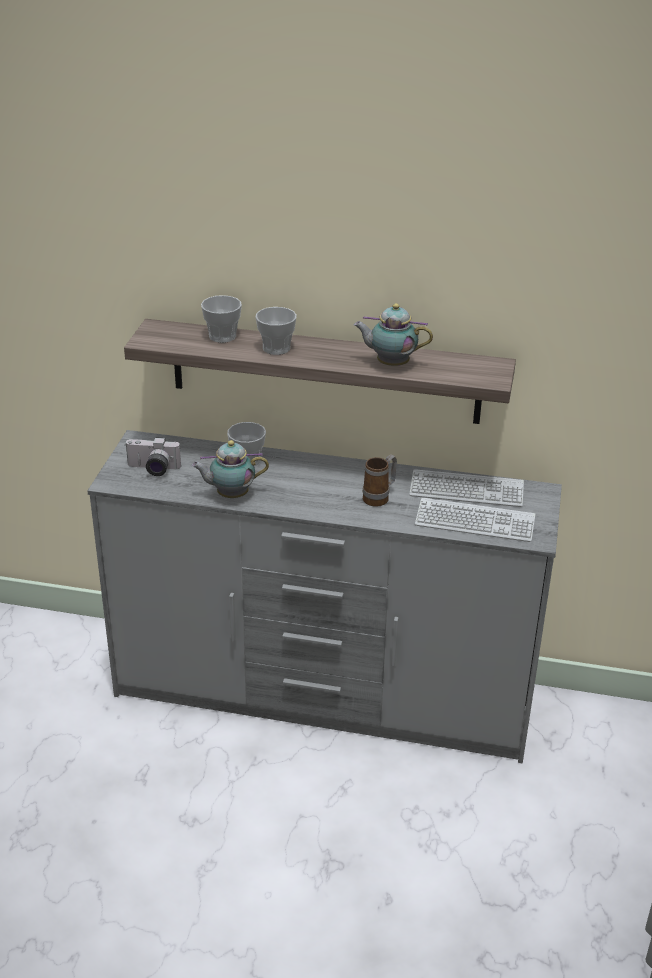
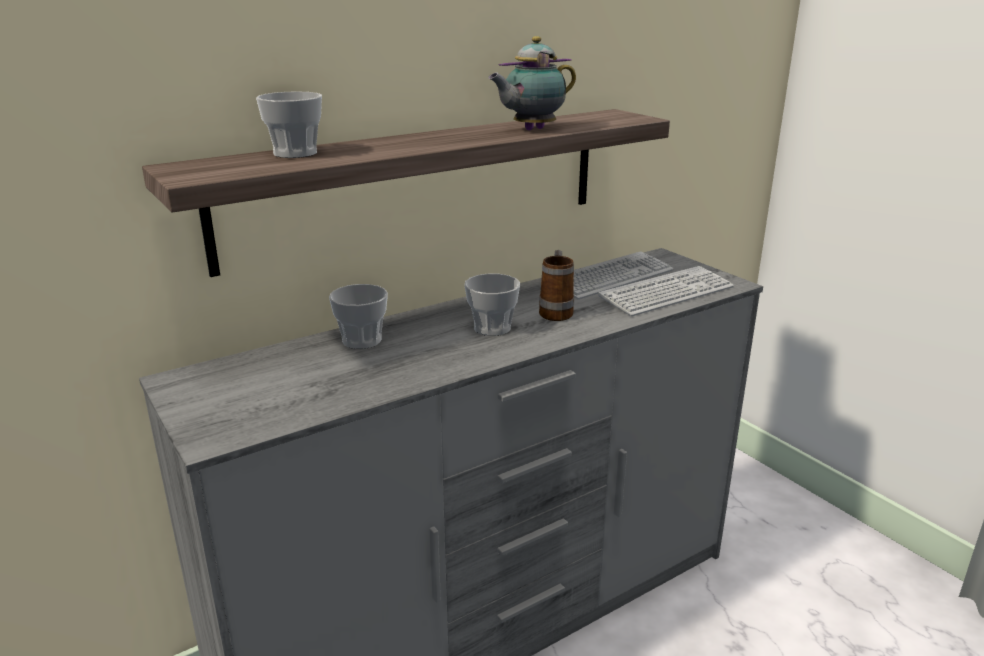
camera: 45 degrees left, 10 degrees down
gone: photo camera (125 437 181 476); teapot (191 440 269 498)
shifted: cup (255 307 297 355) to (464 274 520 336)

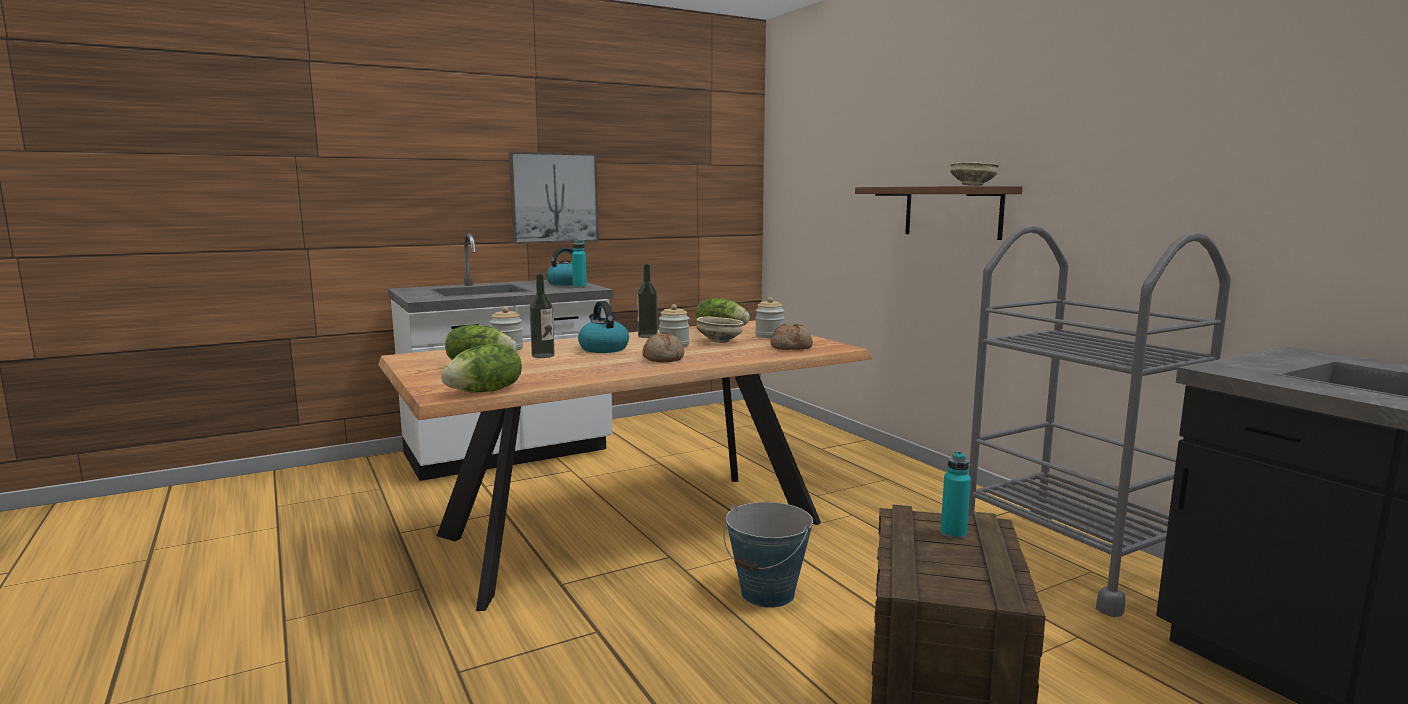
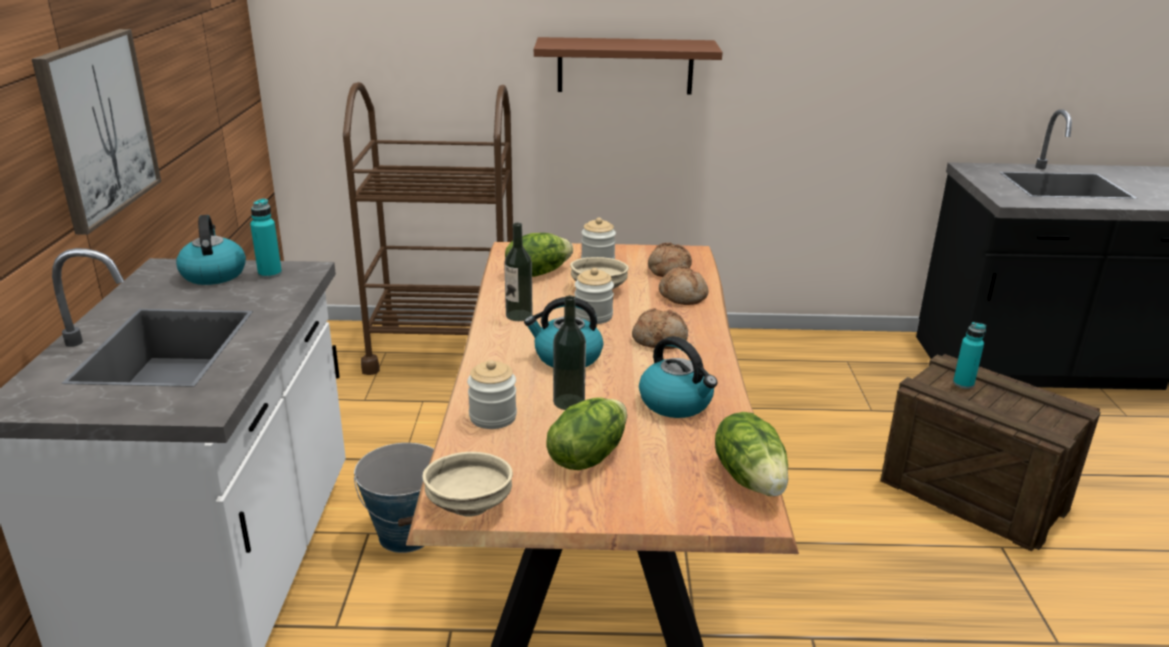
camera: 60 degrees left, 15 degrees up
gone: cart (grey) (968 225 1231 617)
new: cart (brown) (343 82 513 375); kettle (639 336 718 418); bread (659 266 708 305)
shifted: bucket (724 502 813 608) to (354 443 434 553); bowl (beige) (950 162 999 186) to (422 452 513 517)

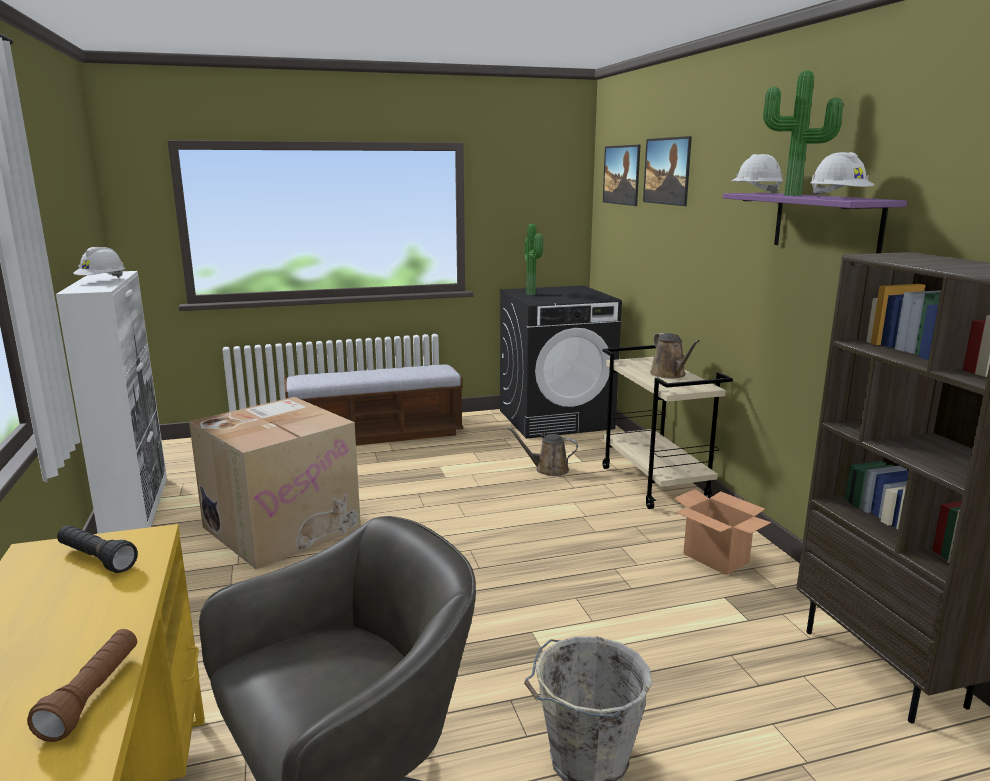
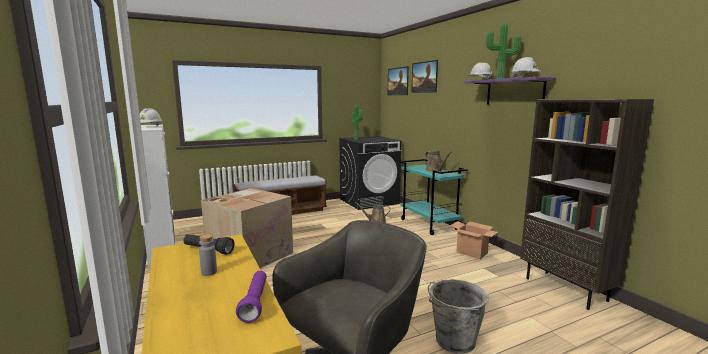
camera: 10 degrees left, 5 degrees down
new: bottle (grey) (199 234 217 276)
repainted: flashlight (brown) (27 629 137 742) to flashlight (purple) (236 271 267 323); cart (beige) (602 345 733 509) to cart (turquoise) (400 159 468 235)

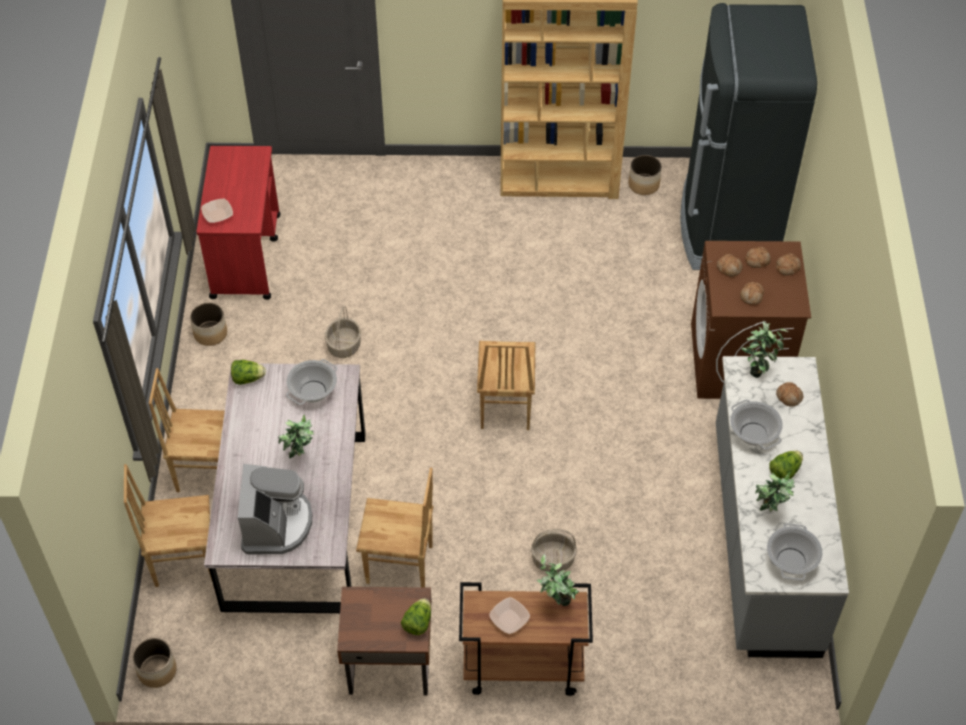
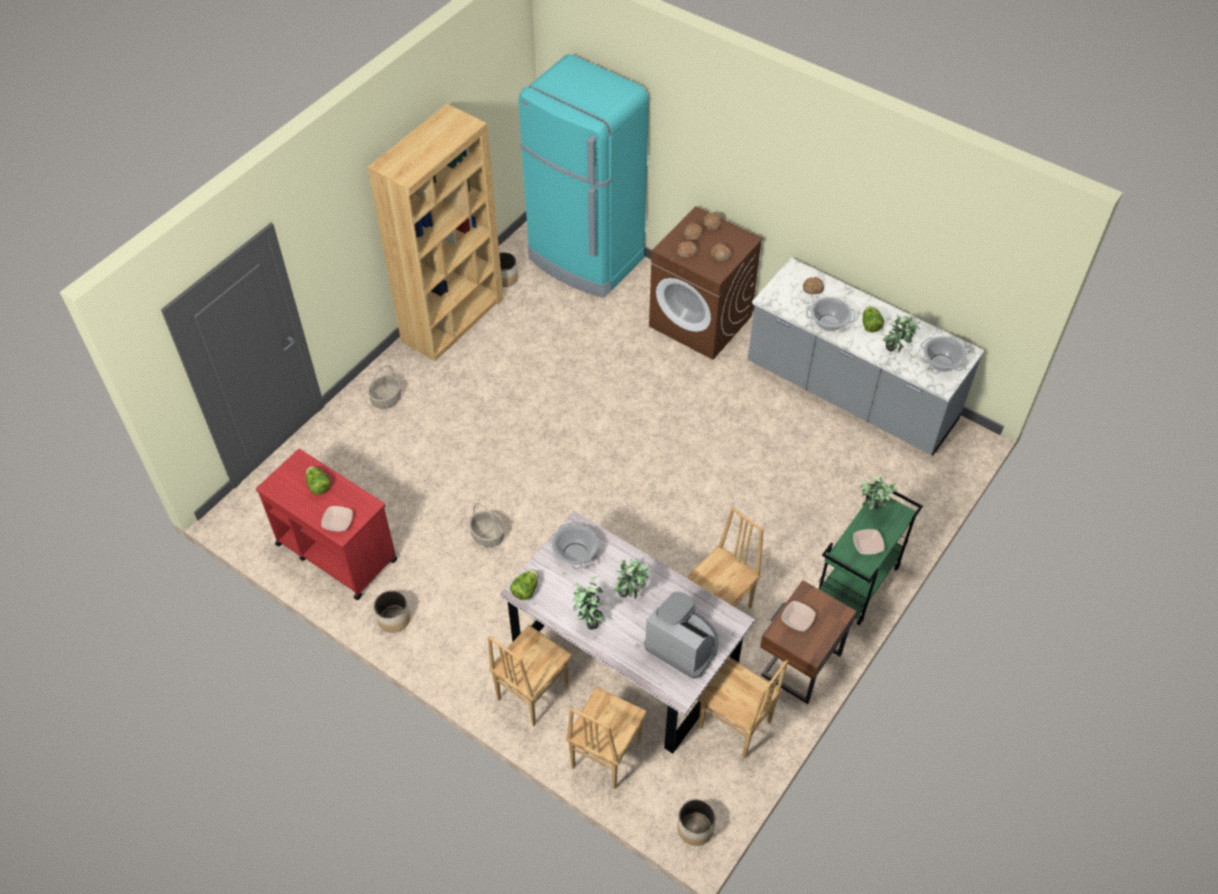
camera: 55 degrees left, 0 degrees up
new: bowl (781 601 815 631)
shifted: lettuce (401 598 431 635) to (306 466 331 495); chair (brown) (477 341 535 430) to (697 657 788 758); basket (531 529 577 573) to (368 365 401 409); potted plant (741 321 789 378) to (571 576 606 630)
repainted: cart (brown) (459 582 593 696) to cart (green) (819 481 923 625); fridge (black) (680 3 817 270) to fridge (turquoise) (519 54 649 298)

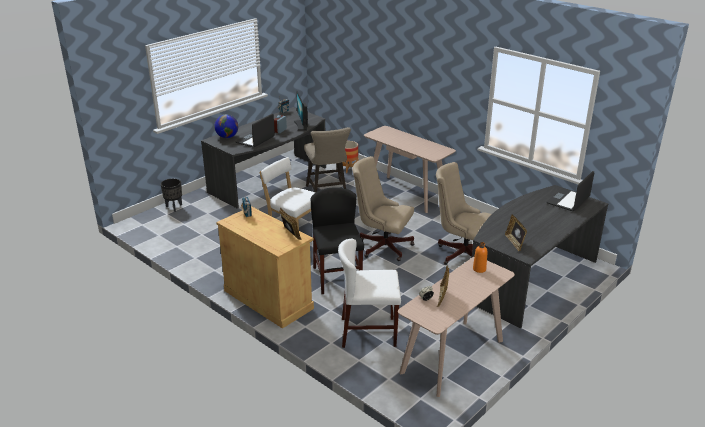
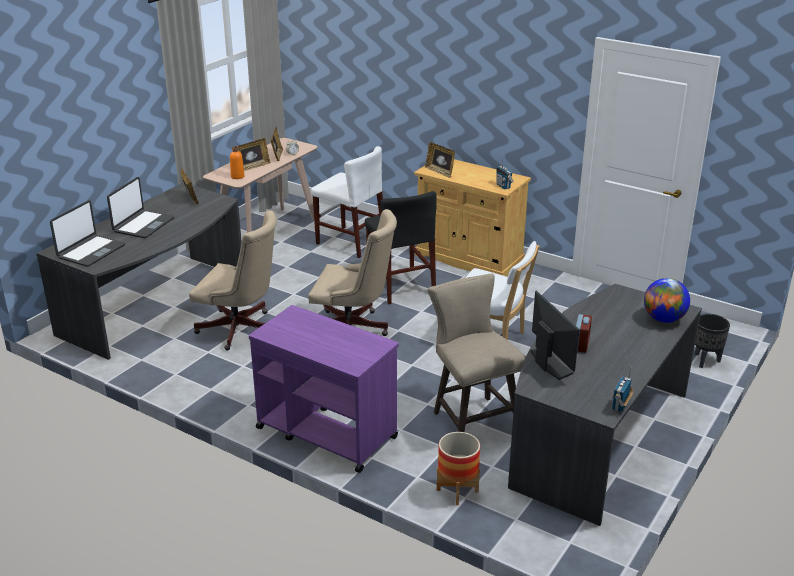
camera: 170 degrees right, 0 degrees up
new: picture frame (237 138 271 171)
shifted: laptop (235 114 275 148) to (107 177 174 238)
swapped: console table (beige) (364 126 456 213) to cart (purple) (249 305 399 473)
rotated: chair (white) (338 239 401 348) = (311 146 383 258) 45 degrees clockwise

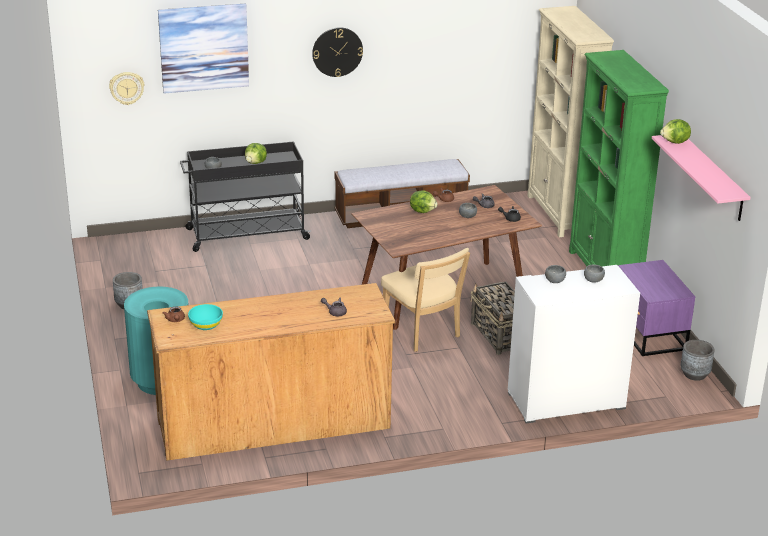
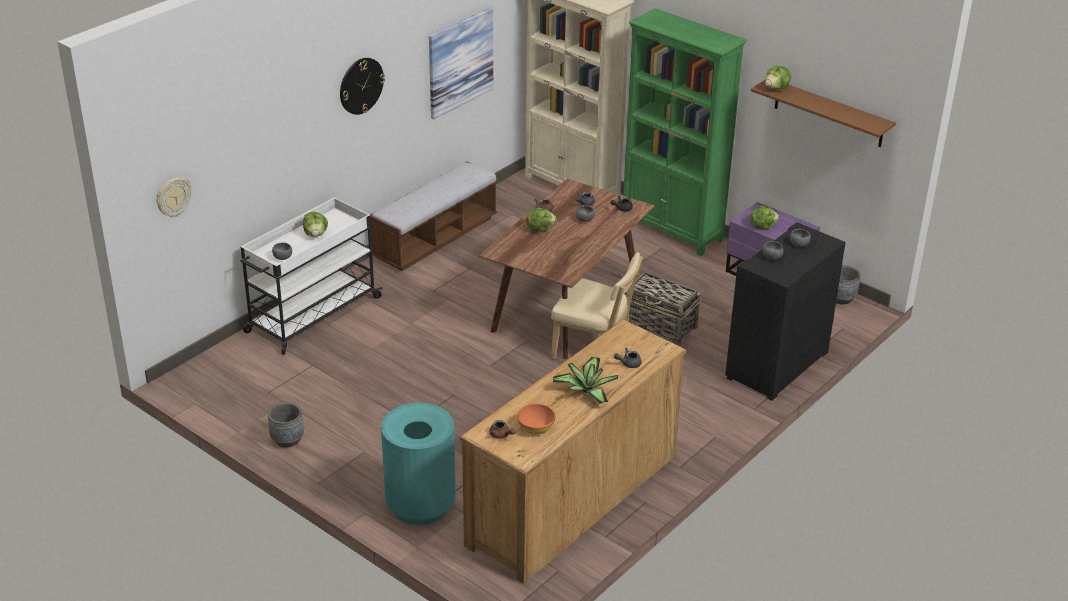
camera: 35 degrees left, 5 degrees up
new: potted plant (553 357 618 404); lettuce (750 206 779 229)
shifted: picture (158 4 249 94) to (429 8 493 119)
repainted: cart (black) (180 141 311 252) to cart (white) (240 197 383 355); bowl (turquoise) (188 304 223 330) to bowl (orange) (517 403 555 434); cabinet (white) (508 265 640 424) to cabinet (black) (725 222 846 401); shelf (pink) (652 135 751 221) to shelf (brown) (751 80 896 147)

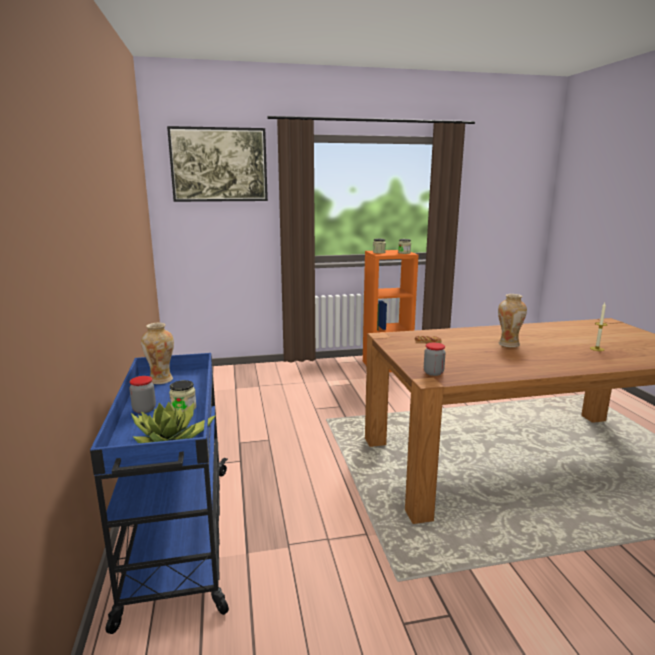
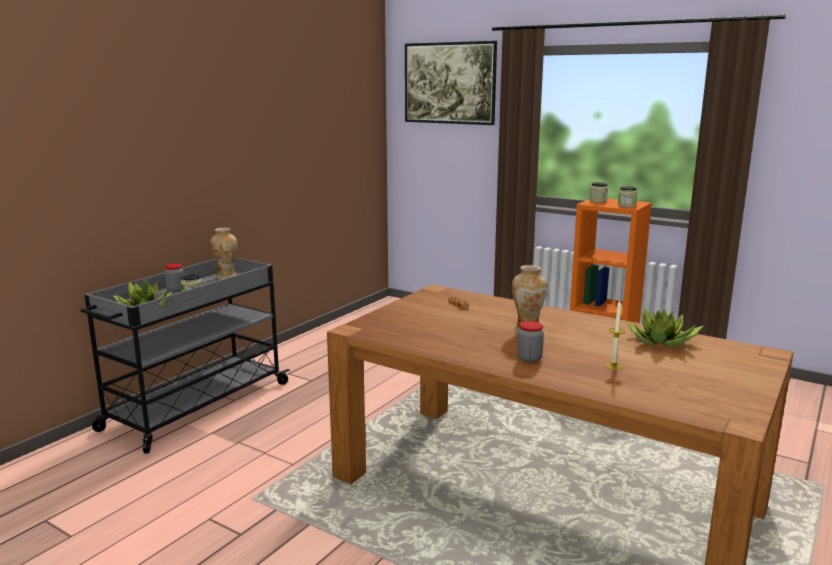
camera: 45 degrees right, 0 degrees up
new: potted plant (626 308 704 347)
shifted: jar (424 343 446 376) to (517 321 544 362)
repainted: cart (blue) (90 353 229 634) to cart (grey) (81 258 290 453)

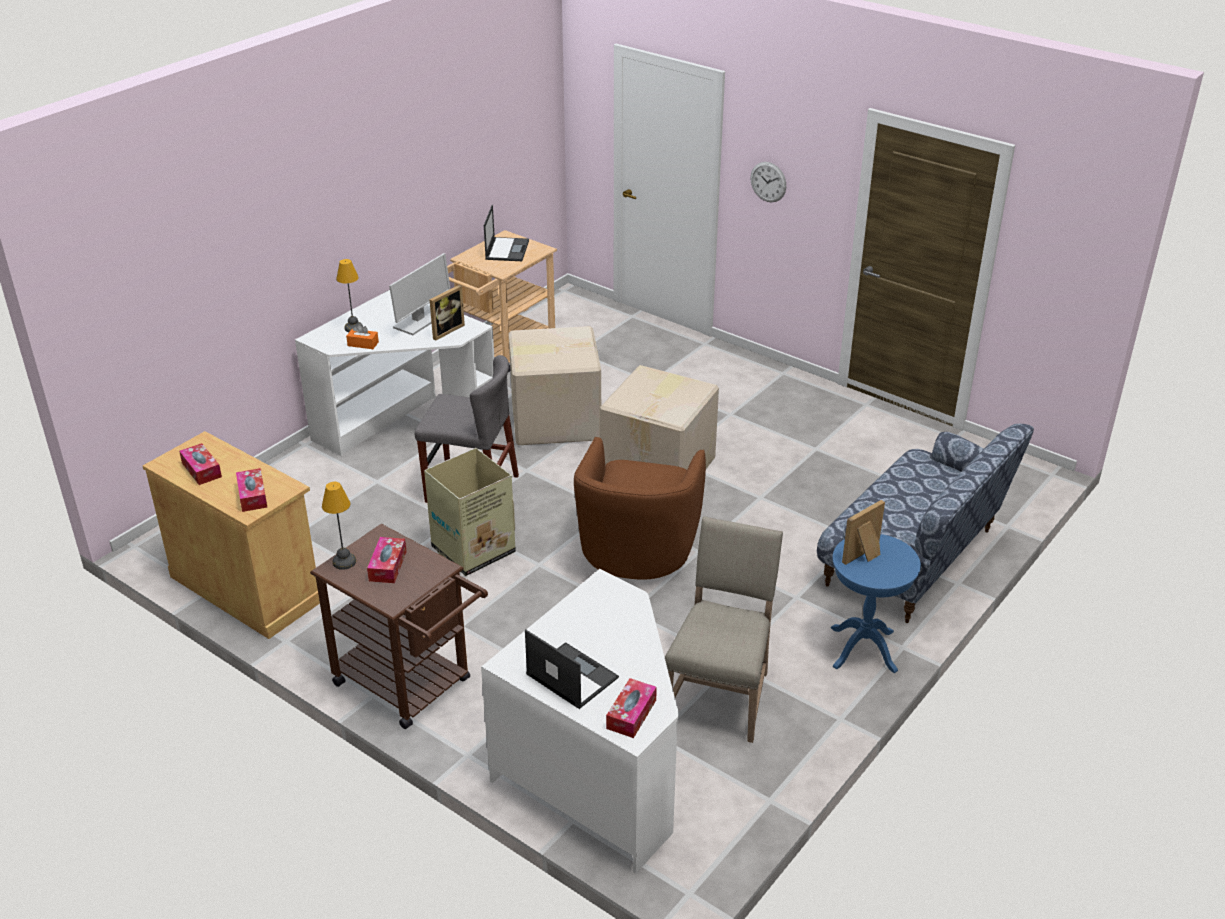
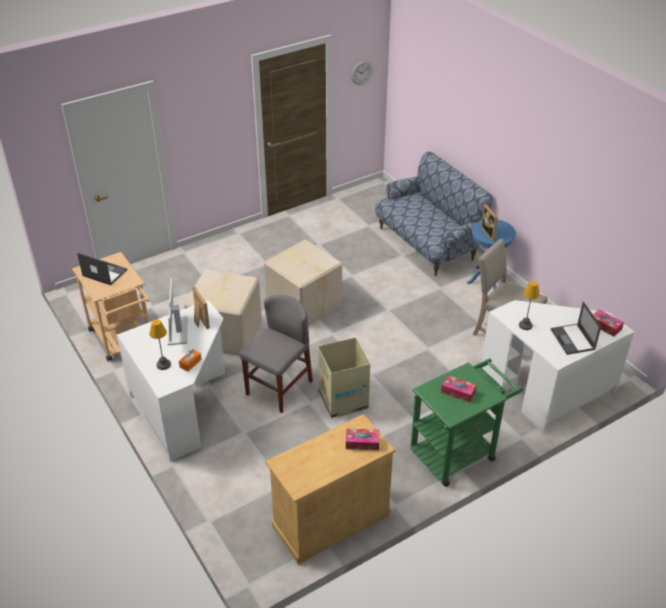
camera: 70 degrees left, 5 degrees up
gone: tissue box (179 443 222 485); armchair (brown) (574 437 706 580)
shifted: table lamp (322 482 356 570) to (519 281 540 330); wall clock (750 162 786 202) to (351 61 372 85)
repainted: cart (brown) (310 524 488 729) to cart (green) (410 358 523 487)
rotated: monitor (389 253 450 335) = (167 278 188 345) 150 degrees counterclockwise; laptop (525 629 619 709) = (551 302 601 355) 75 degrees counterclockwise

